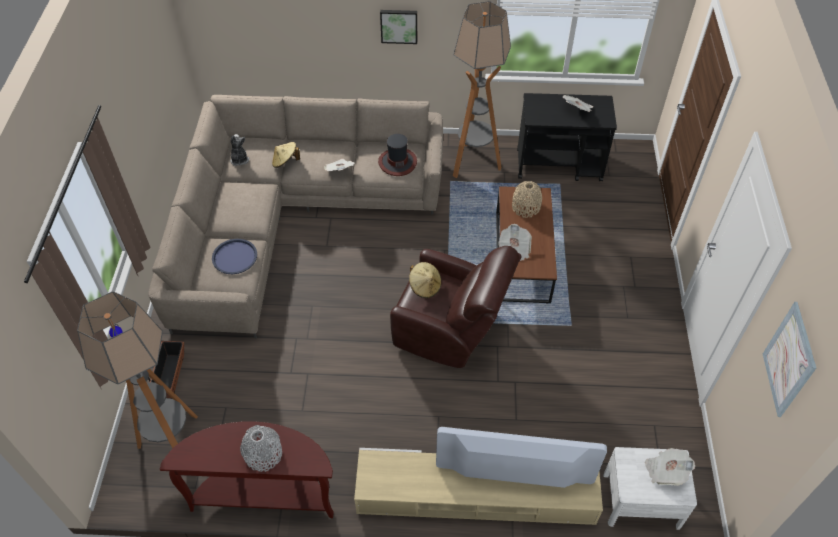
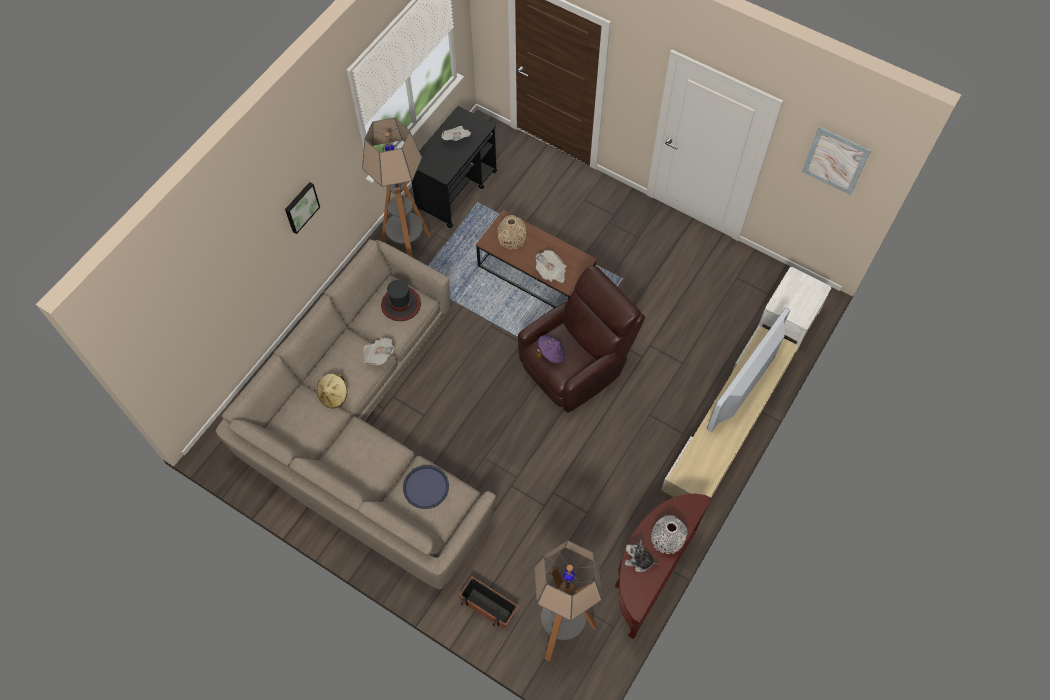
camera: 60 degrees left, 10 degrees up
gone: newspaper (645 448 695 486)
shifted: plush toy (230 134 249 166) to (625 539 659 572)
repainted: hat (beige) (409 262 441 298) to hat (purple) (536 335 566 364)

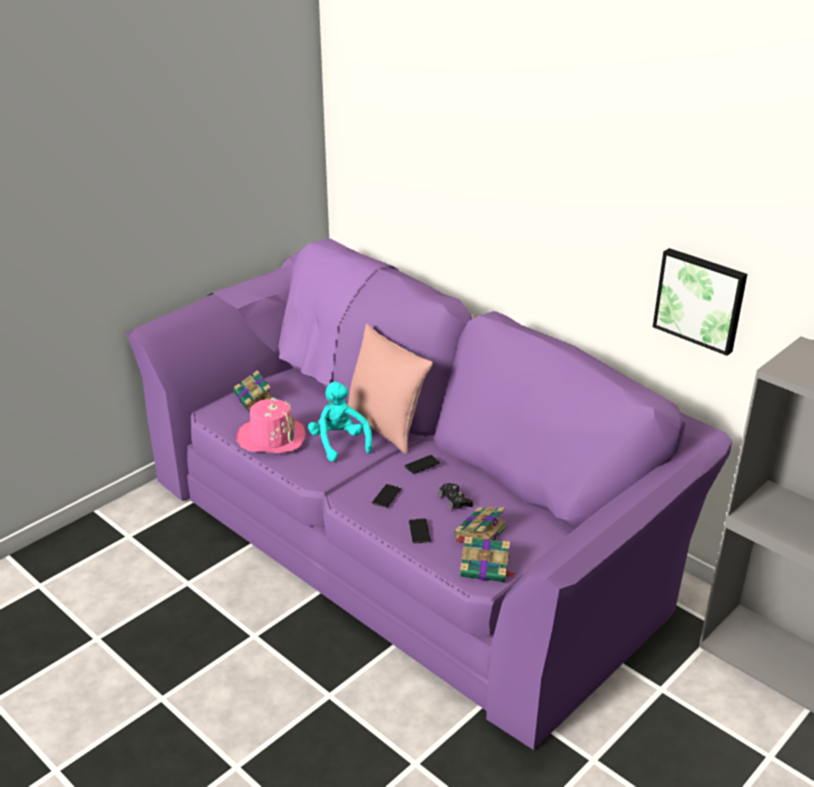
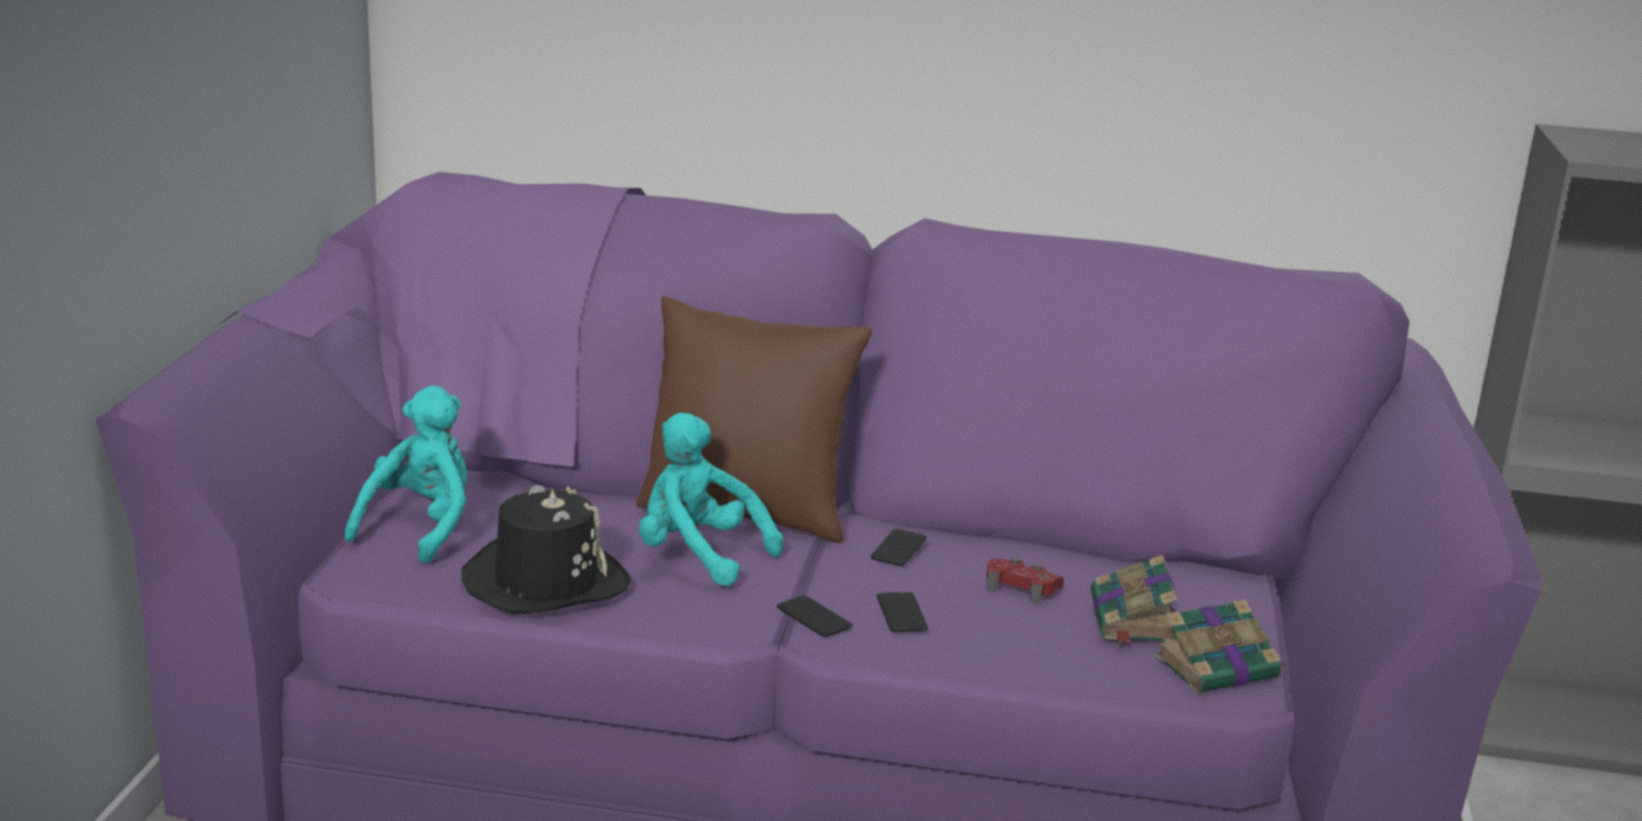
camera: 35 degrees left, 10 degrees down
gone: picture (653 248 747 356)
shifted: phone (409 519 431 544) to (777 595 853 637)
swapped: book (233 370 272 410) to plush toy (turquoise) (345 385 467 564)
repainted: hat (pink) (236 397 305 453) to hat (black) (461 485 631 614); pillow (pink) (348 323 433 454) to pillow (brown) (636 296 872 543); game controller (black) (439 483 473 511) to game controller (red) (986 556 1064 604)

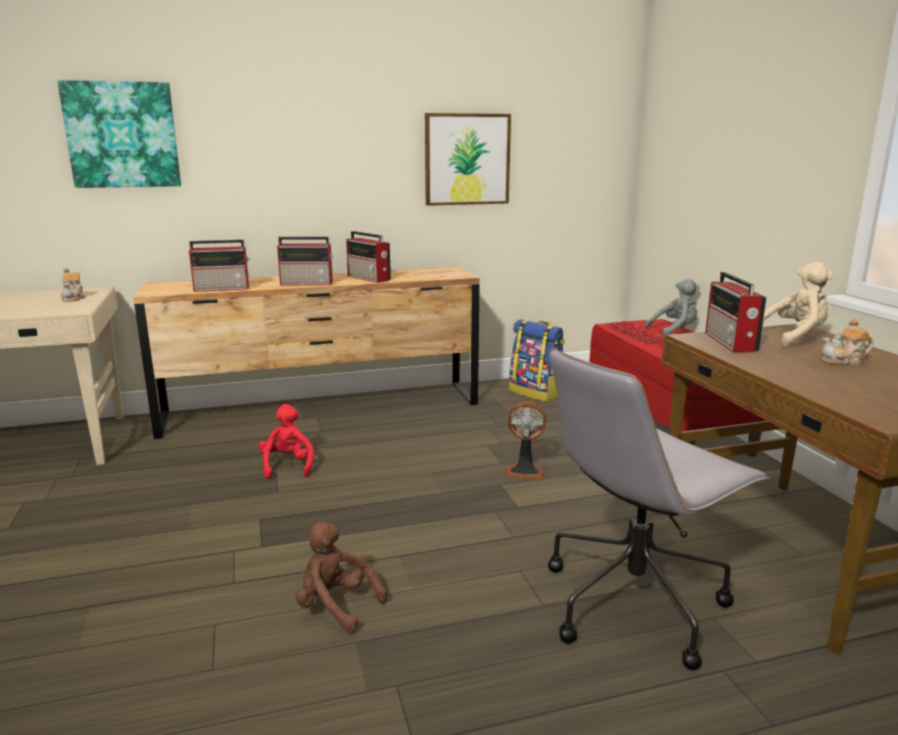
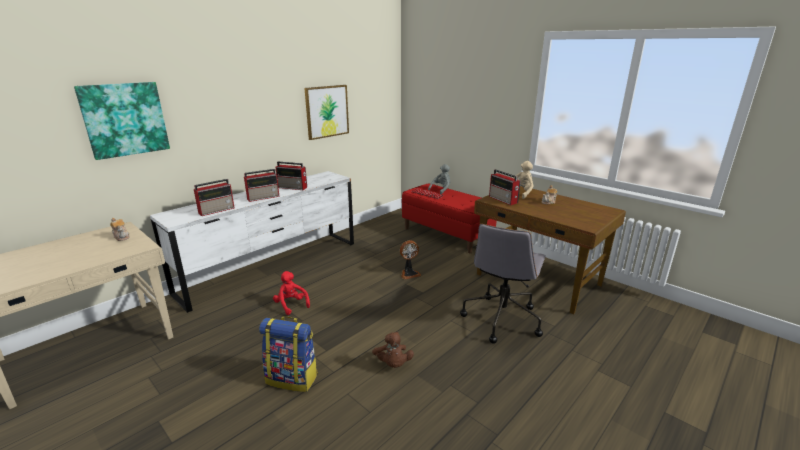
camera: 30 degrees left, 5 degrees up
shifted: backpack (509 319 565 402) to (259 316 318 392)
repainted: dresser (brown) (133 267 480 439) to dresser (white) (150 171 354 313)
rotated: plush toy (brown) (296 522 387 632) = (372 332 414 368) 105 degrees counterclockwise

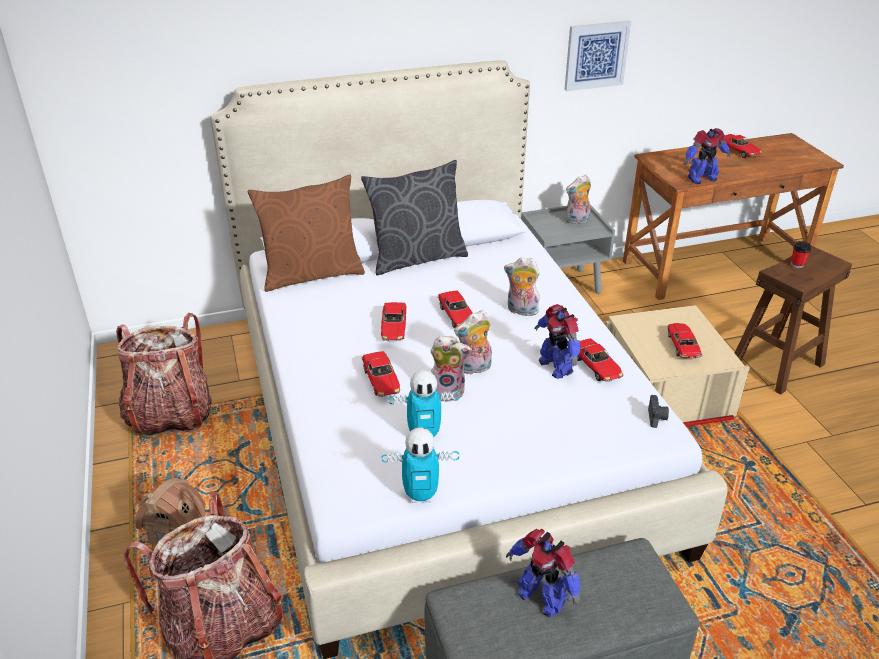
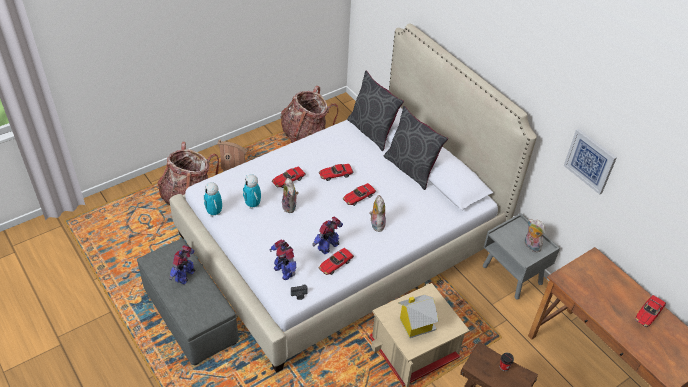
camera: 70 degrees right, 10 degrees up
gone: plush toy (454 310 492 374)
shifted: toy robot (684 128 730 184) to (270 240 296 280)
swapped: toy car (667 323 702 359) to toy house (398 295 439 338)
repainted: pillow (brown) (247 175 365 292) to pillow (grey) (347 71 404 151)

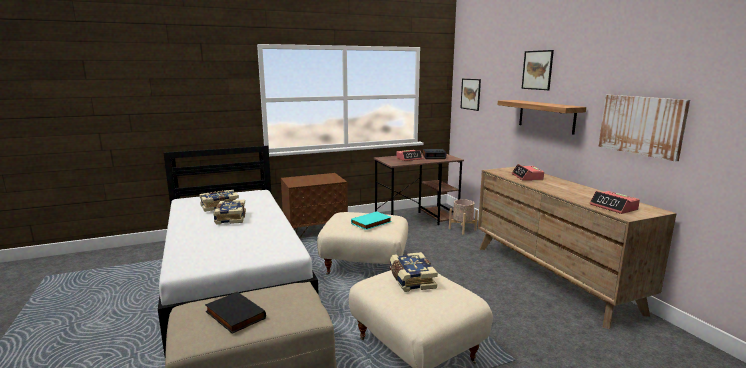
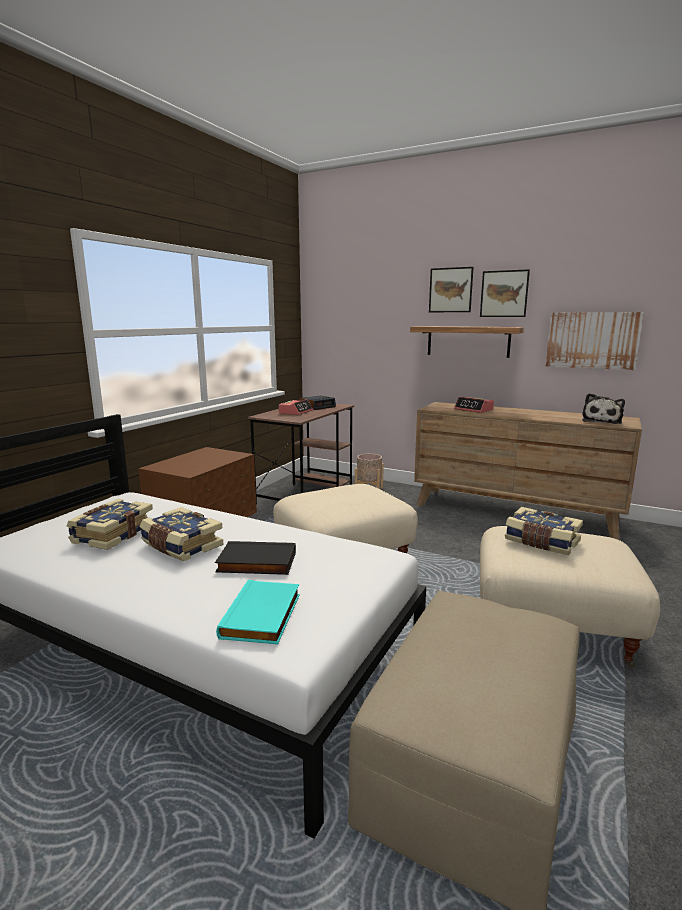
camera: 40 degrees left, 0 degrees up
shifted: book (black) (205 292 266 334) to (215 541 296 575); book (turquoise) (351 212 392 230) to (216 580 300 645); picture (461 79 481 111) to (480 269 530 317)
swapped: alarm clock (590 191 640 214) to plush toy (582 393 625 424)

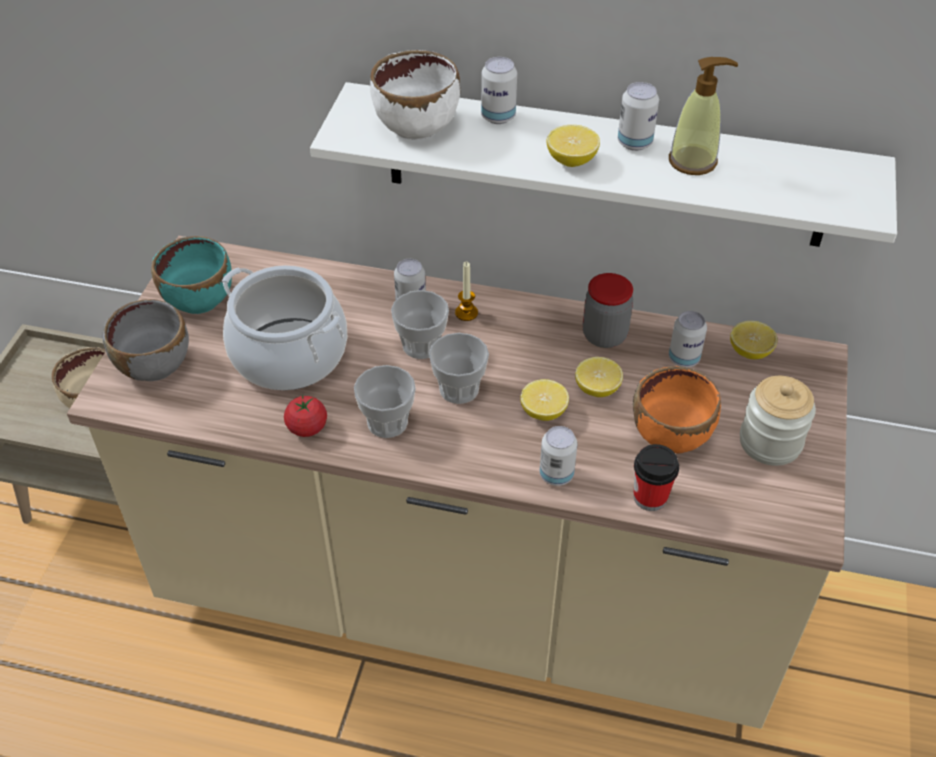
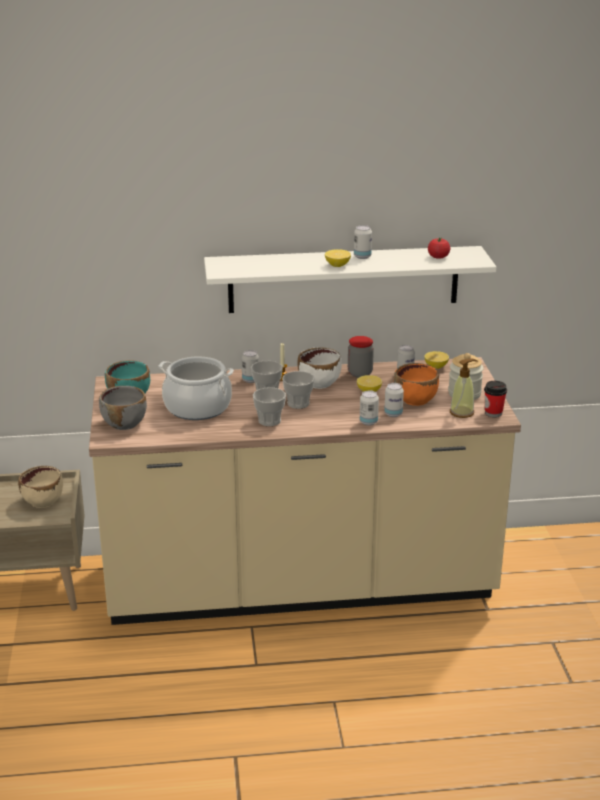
camera: 20 degrees left, 20 degrees down
gone: lemon (520 379 569 421)
shifted: tomato (284 395 327 437) to (428 238 450 259); bowl (white) (370 50 460 140) to (297 347 342 389); can (481 57 517 124) to (384 383 404 417); cup (634 444 679 511) to (484 381 507 417); soap dispenser (669 57 738 175) to (450 358 477 418)

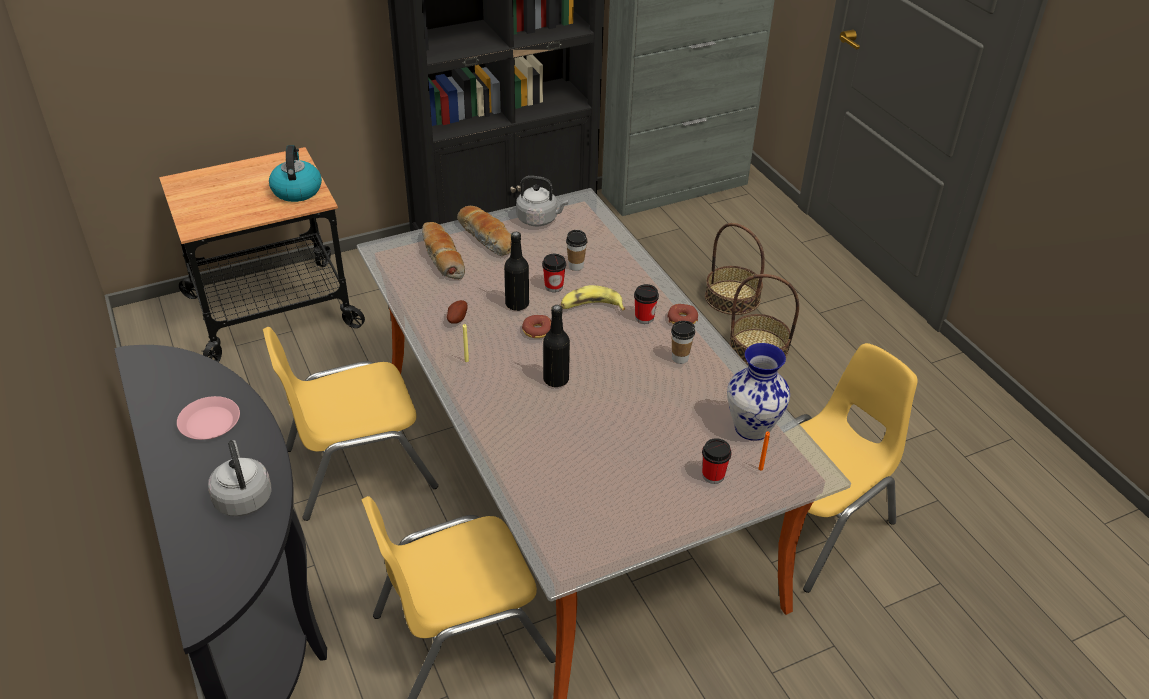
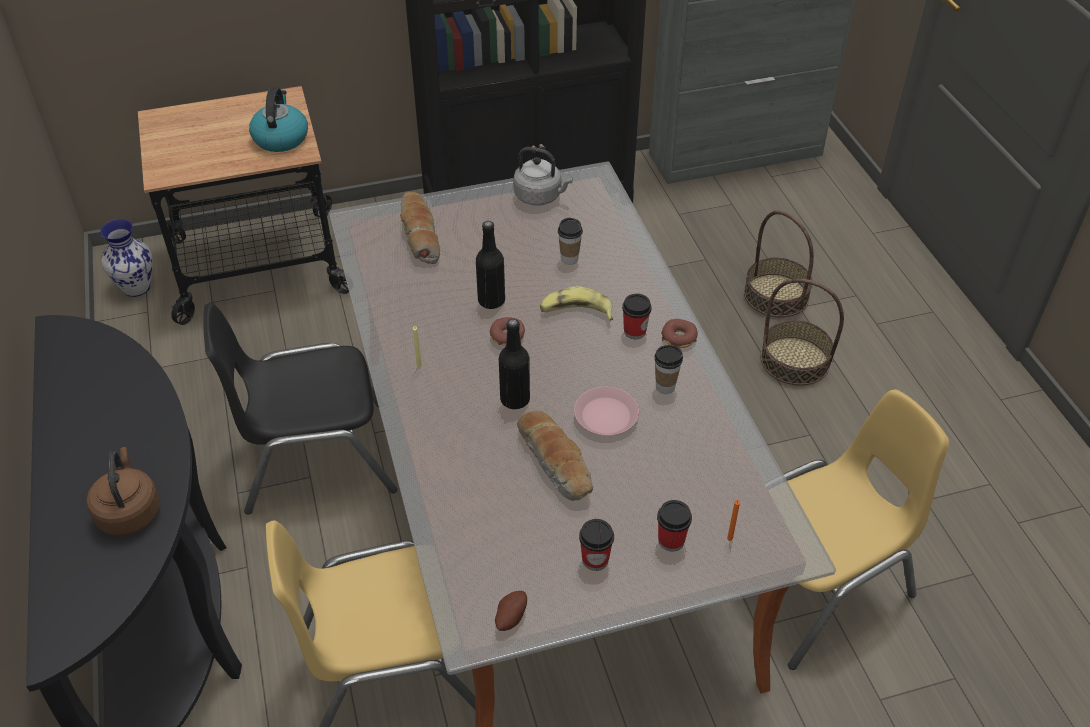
camera: 10 degrees right, 5 degrees up
shifted: plate (pink) (177 396 240 440) to (574 387 639 436); potato (447 300 468 324) to (495 591 527 631); bread (457 206 511 256) to (517 410 593 501); cup (542 254 566 292) to (579 519 614 571); vase (727 343 790 441) to (100 219 153 297)
repainted: kettle (grey) (208 440 272 517) to kettle (brown) (87 447 160 535); chair (yellow) (263 327 438 521) to chair (black) (203 303 397 514)

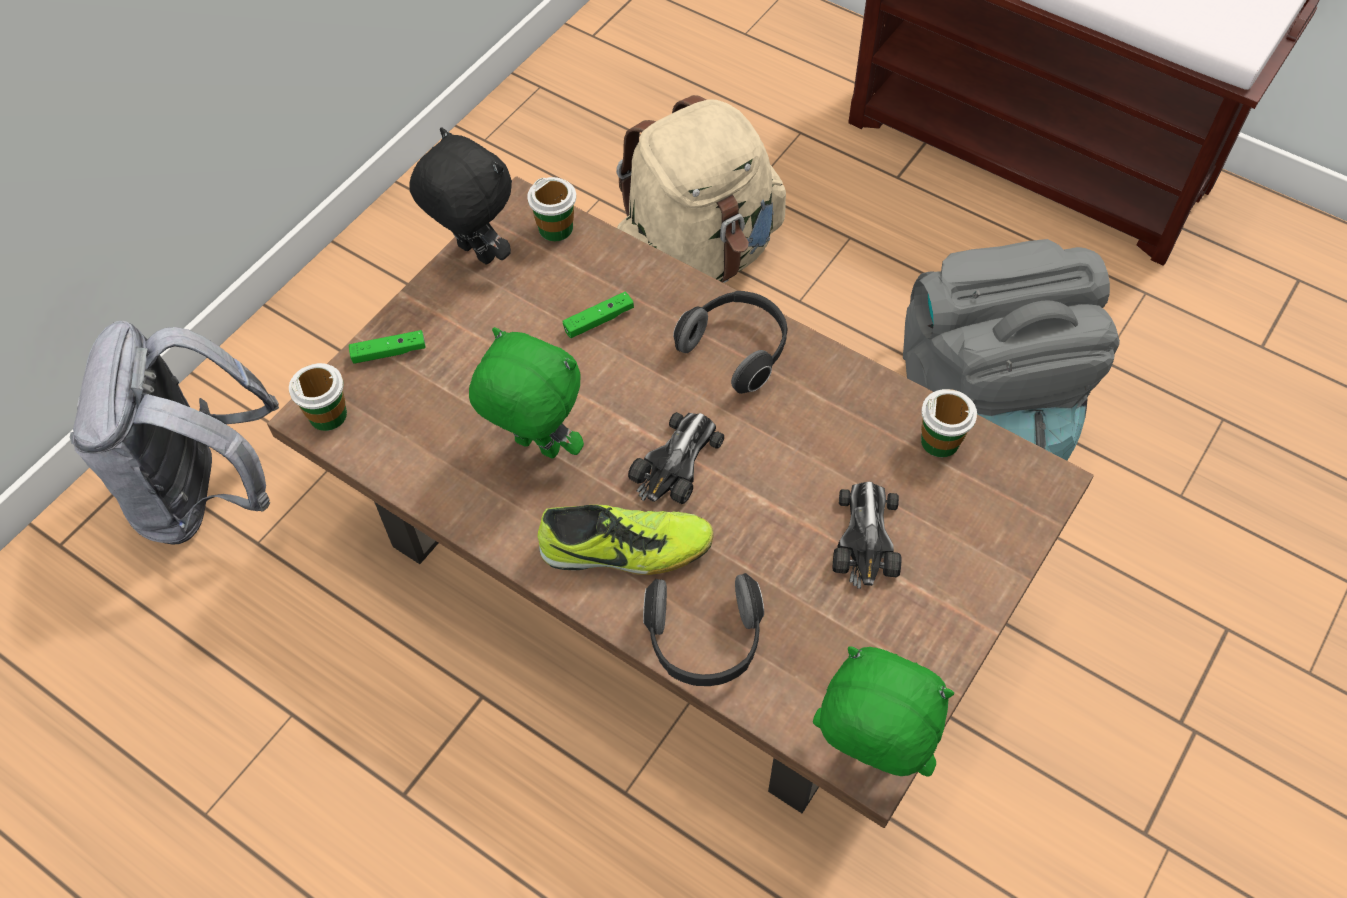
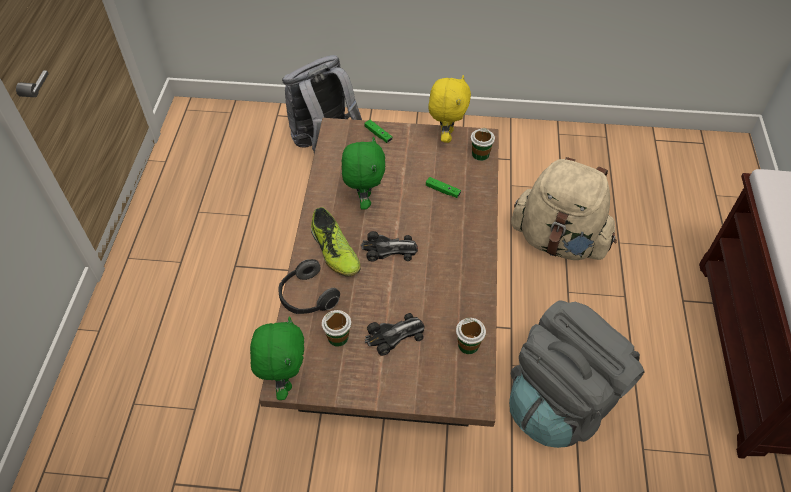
camera: 60 degrees right, 5 degrees down
gone: headphones (673 291 788 394)
shifted: cup (289 363 347 431) to (322 310 351 347)
repainted: plush toy (black) (409 128 512 265) to plush toy (yellow) (429 75 471 143)

